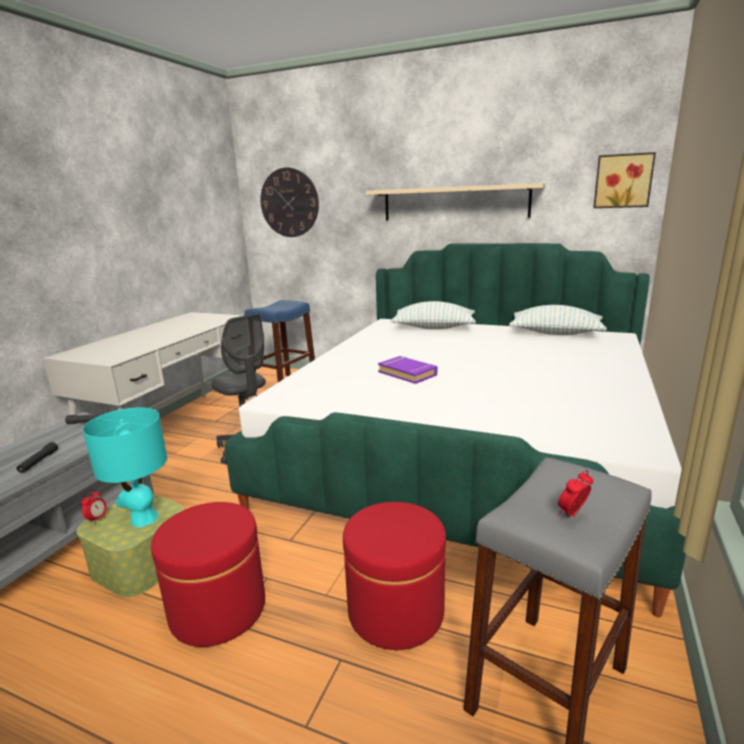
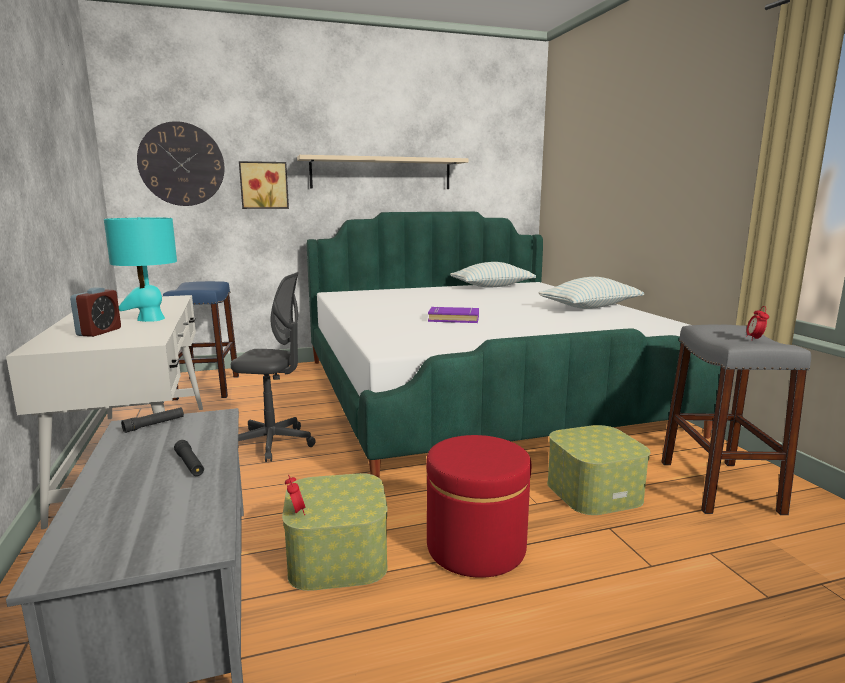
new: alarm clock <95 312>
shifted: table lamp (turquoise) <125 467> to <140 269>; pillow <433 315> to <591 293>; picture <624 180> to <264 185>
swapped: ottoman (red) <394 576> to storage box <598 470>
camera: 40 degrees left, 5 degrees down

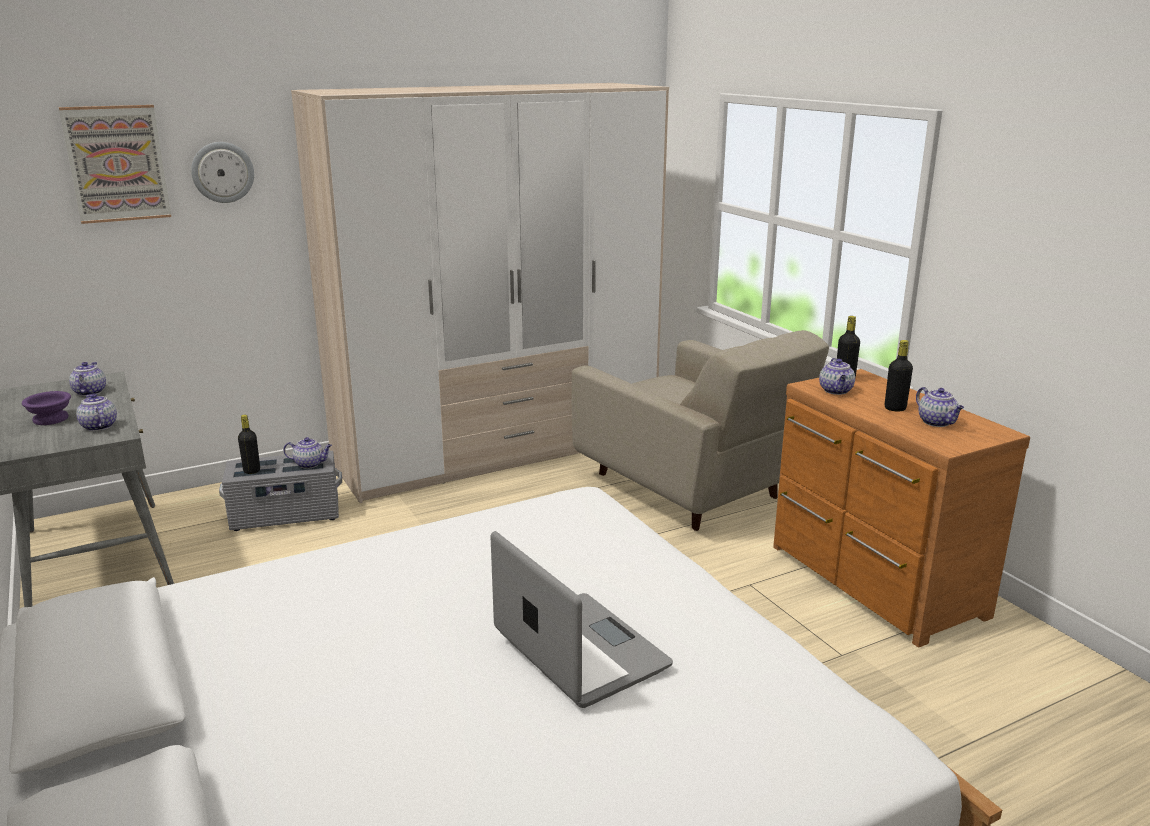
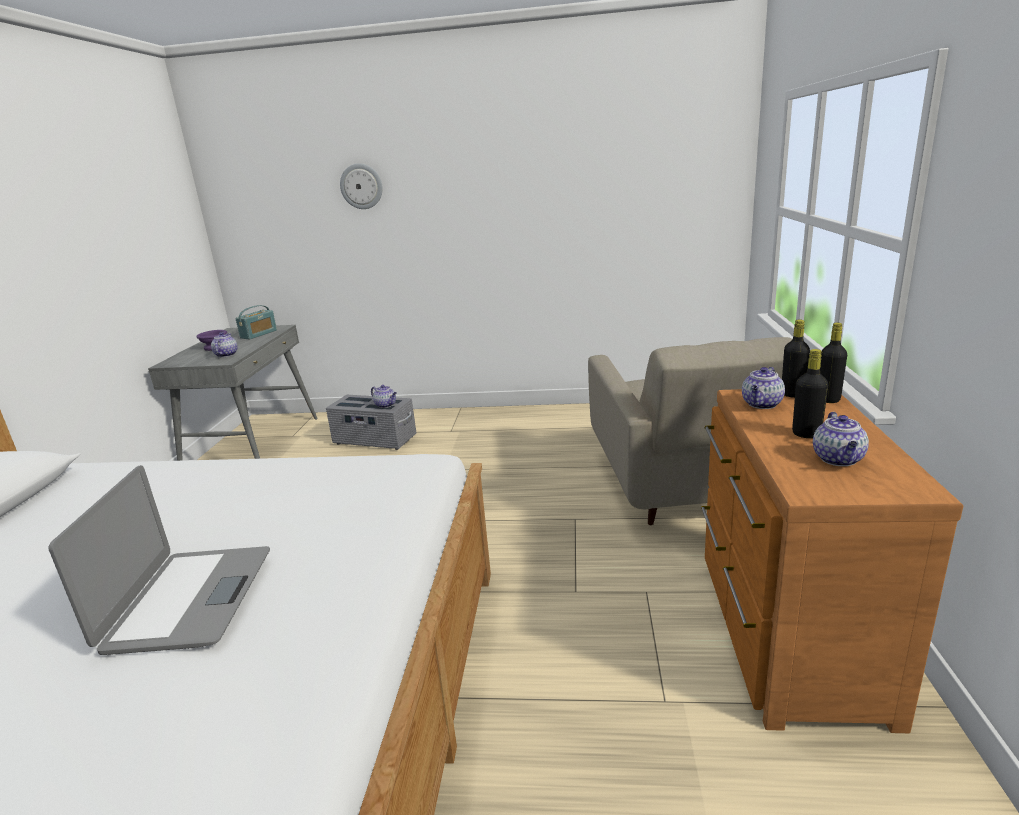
gone: picture <115 164>; wardrobe <480 293>
shifted: bottle (black) <249 444> to <833 363>
swapped: teapot <87 379> to radio <256 322>
camera: 35 degrees right, 0 degrees up

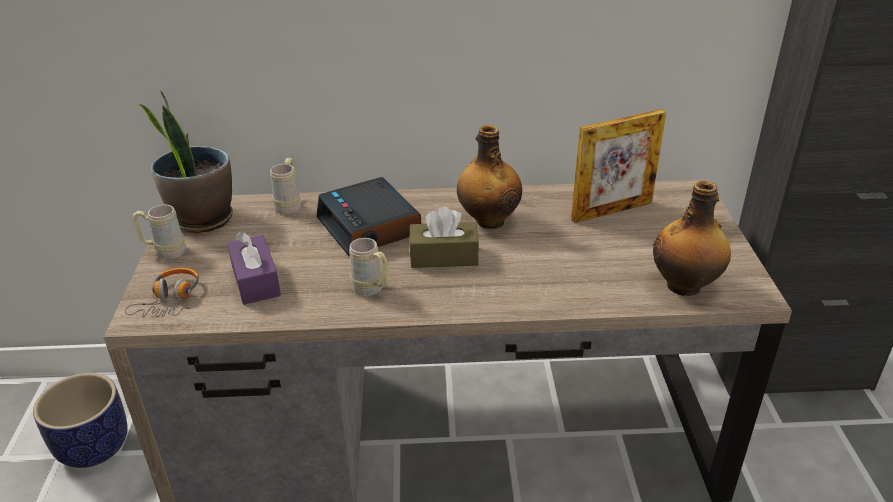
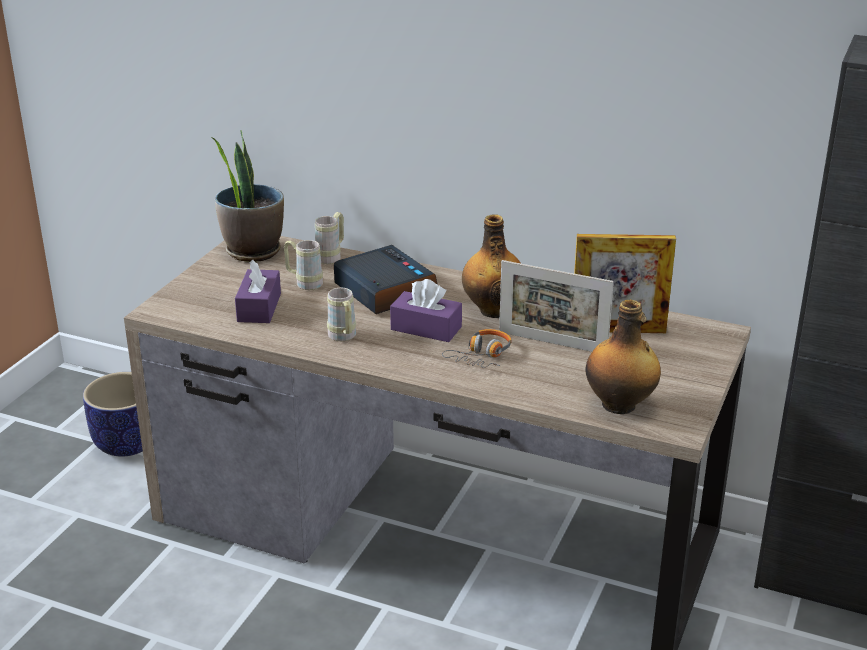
new: picture frame <556 306>
shifted: headphones <162 292> to <477 348>; mug (beige) <159 232> to <303 265>
repainted: tissue box (brown) <444 237> to tissue box (purple) <426 310>
rotated: alarm clock <368 216> = <386 279> 150 degrees clockwise
camera: 25 degrees right, 5 degrees down

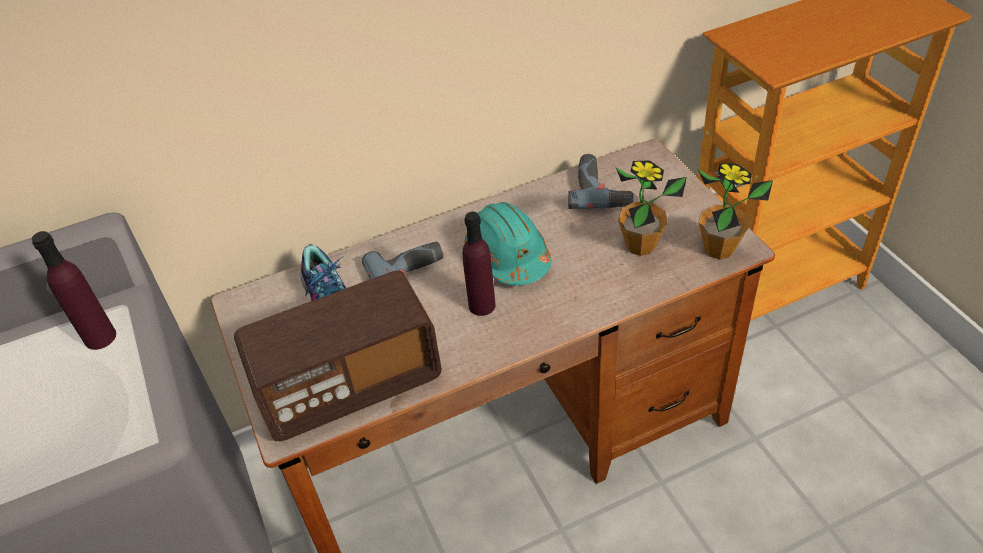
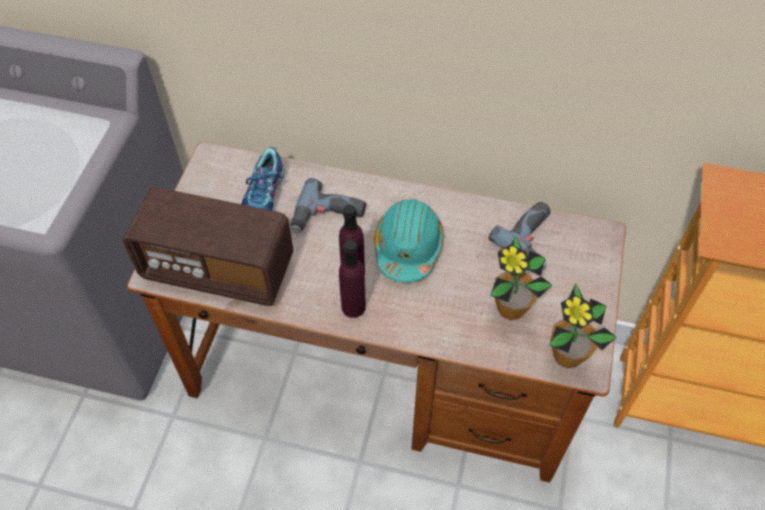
shifted: bottle (purple) <74 290> to <352 279>
camera: 35 degrees right, 10 degrees up

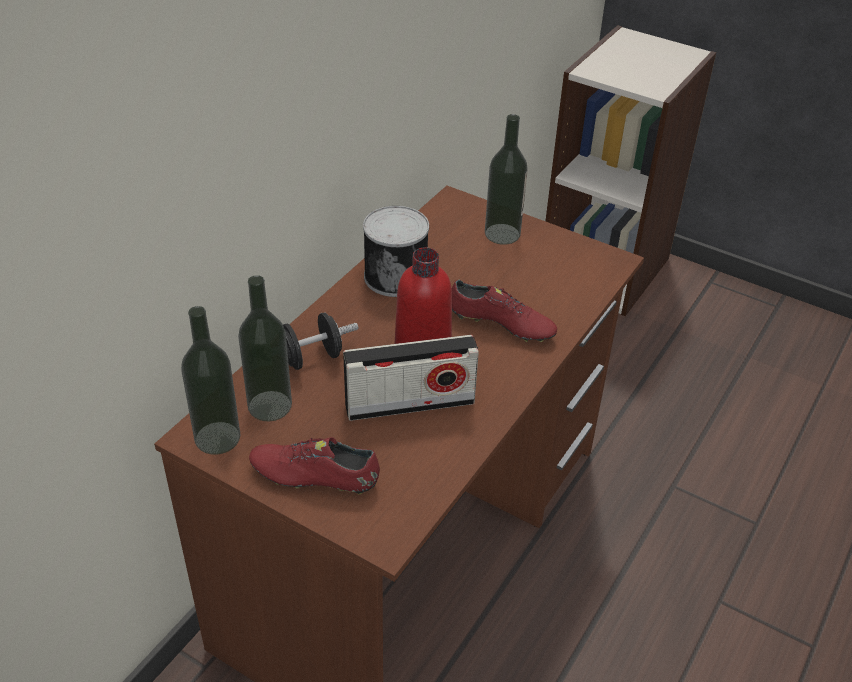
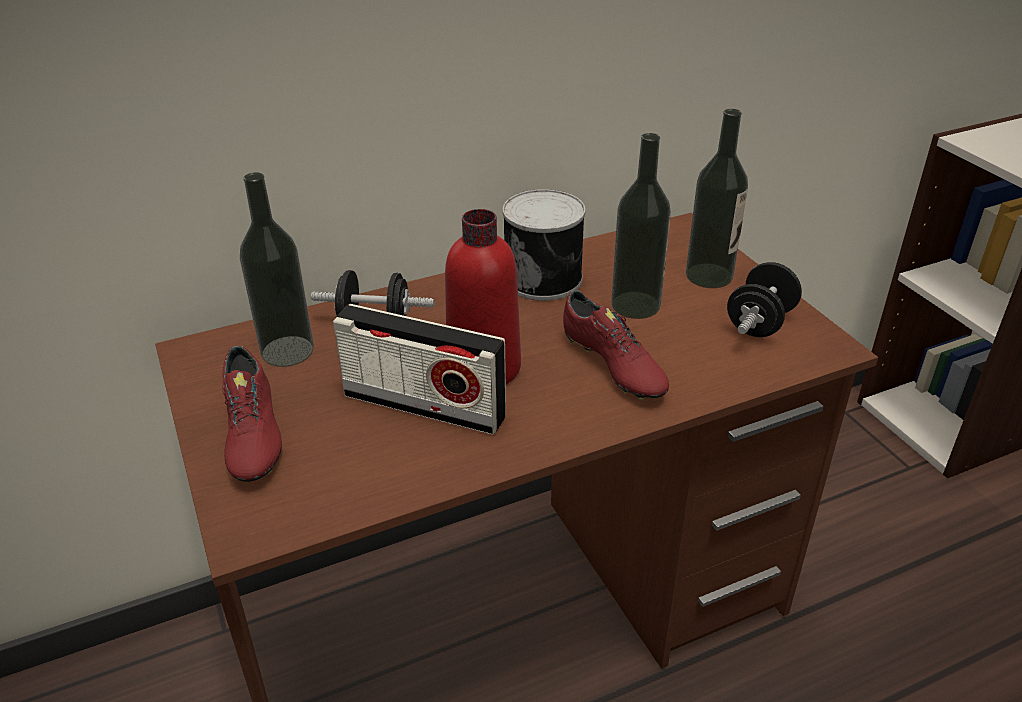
new: dumbbell (black) <764 299>
shifted: bottle <211 380> to <641 226>
rotated: shoe (red) <314 465> = <252 414> 150 degrees counterclockwise
camera: 35 degrees right, 5 degrees down

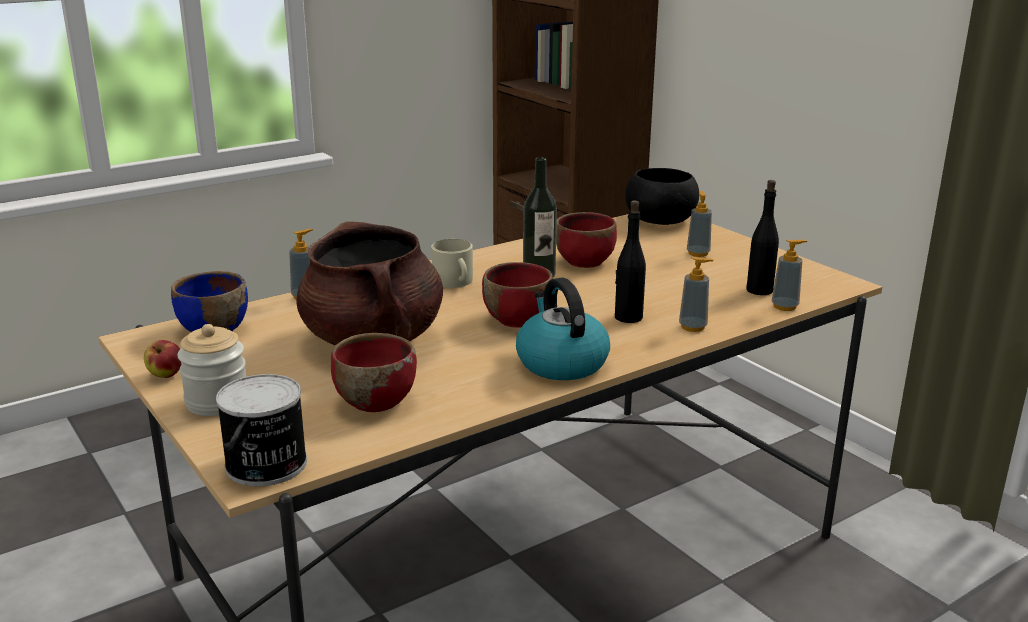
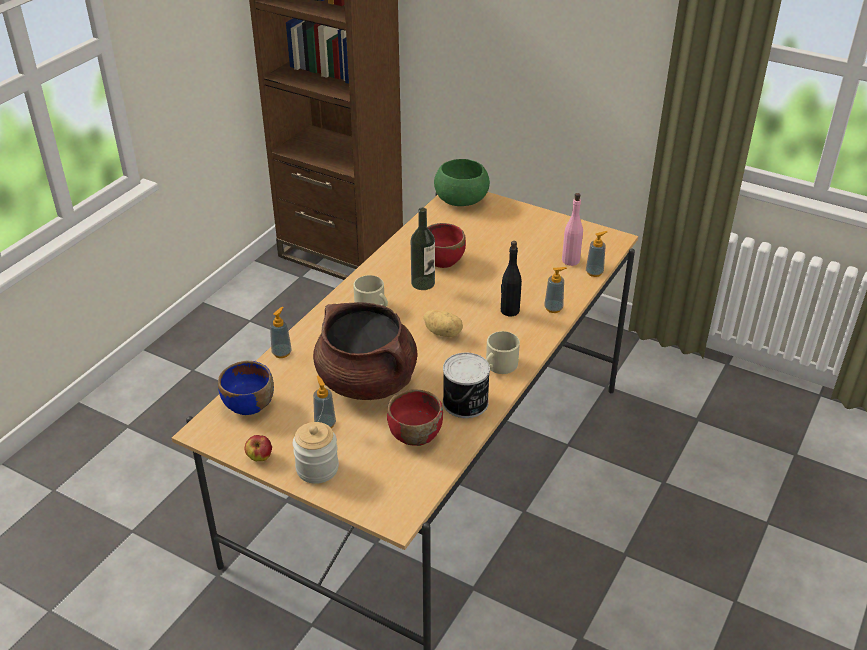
shifted: can <261 430> to <466 385>; soap dispenser <699 224> to <324 402>
swapped: bowl (red) <517 295> to potato <443 323>; kettle <563 328> to mug (beige) <503 352>
repainted: bowl (black) <662 196> to bowl (green) <462 182>; bottle (black) <762 237> to bottle (pink) <572 229>
camera: 25 degrees left, 15 degrees up

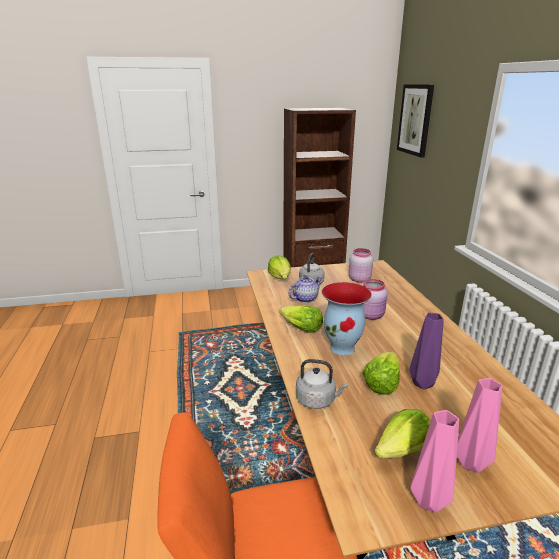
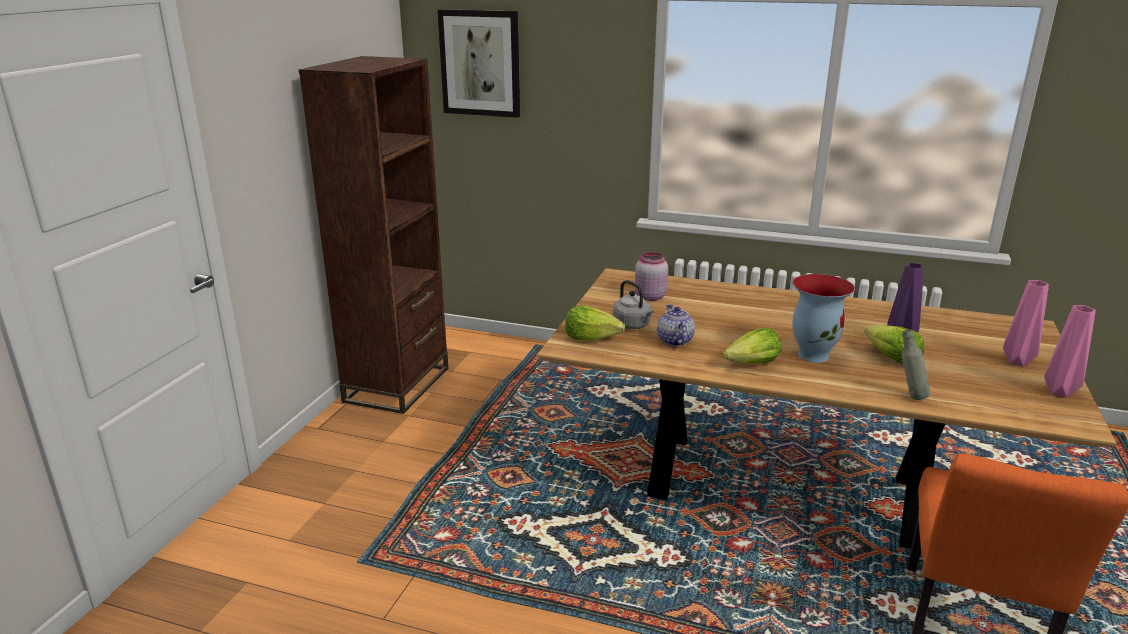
gone: jar (pink) <374 299>; lettuce <403 434>
swapped: kettle (grey) <322 384> to bottle (grey) <915 364>
camera: 60 degrees left, 0 degrees up

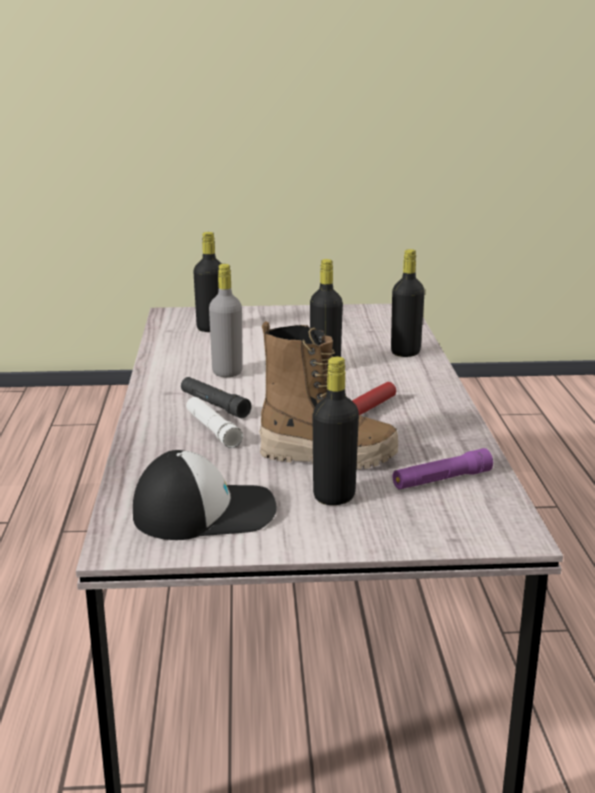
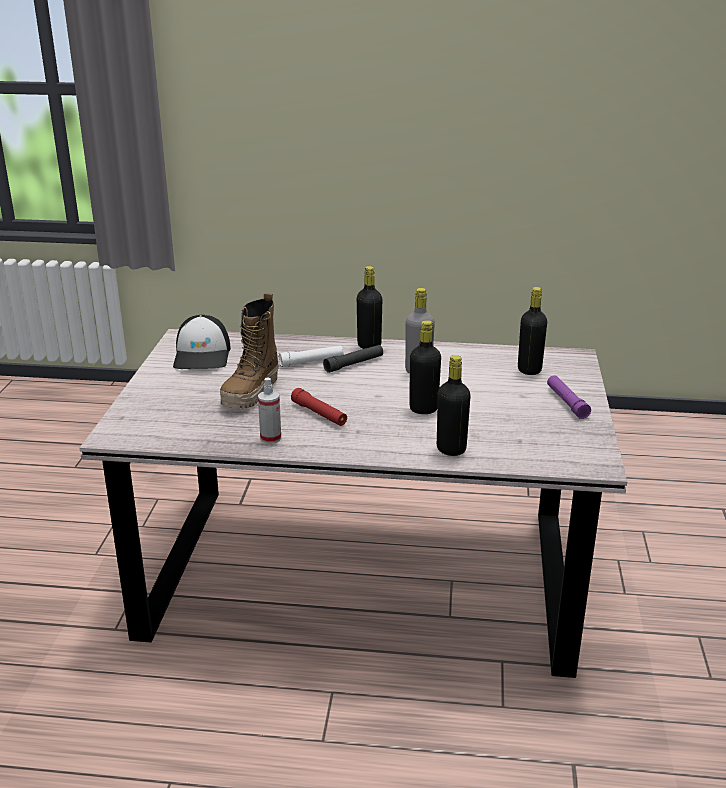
new: spray bottle <269 411>
shifted: bottle (black) <336 431> to <369 307>; flashlight (purple) <443 468> to <569 397>
camera: 100 degrees right, 5 degrees up

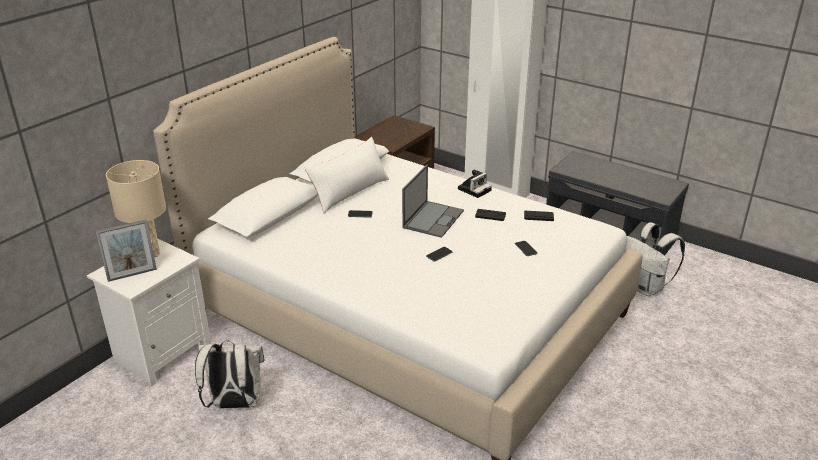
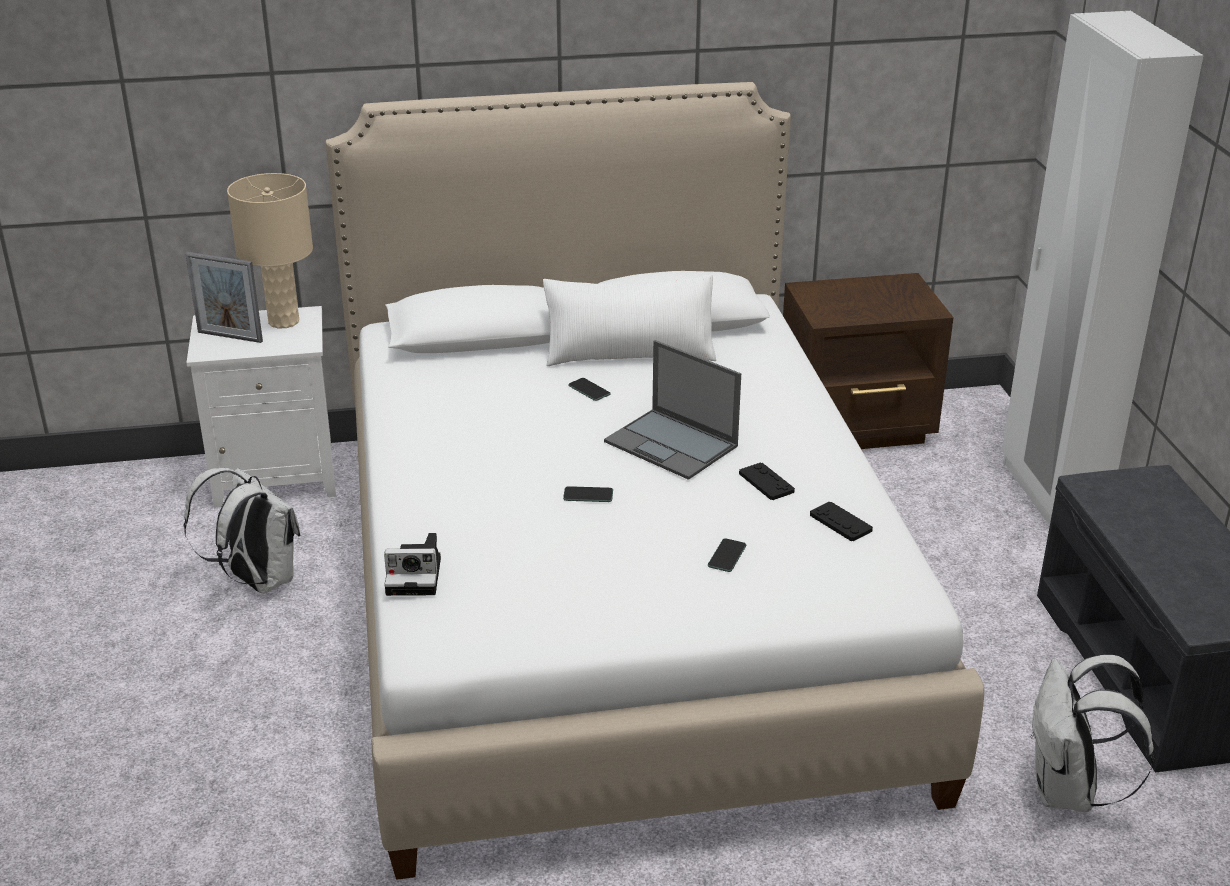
shifted: photo camera <475 183> to <412 564>
rotated: laptop <433 201> = <672 410> 60 degrees clockwise
camera: 45 degrees right, 0 degrees up

